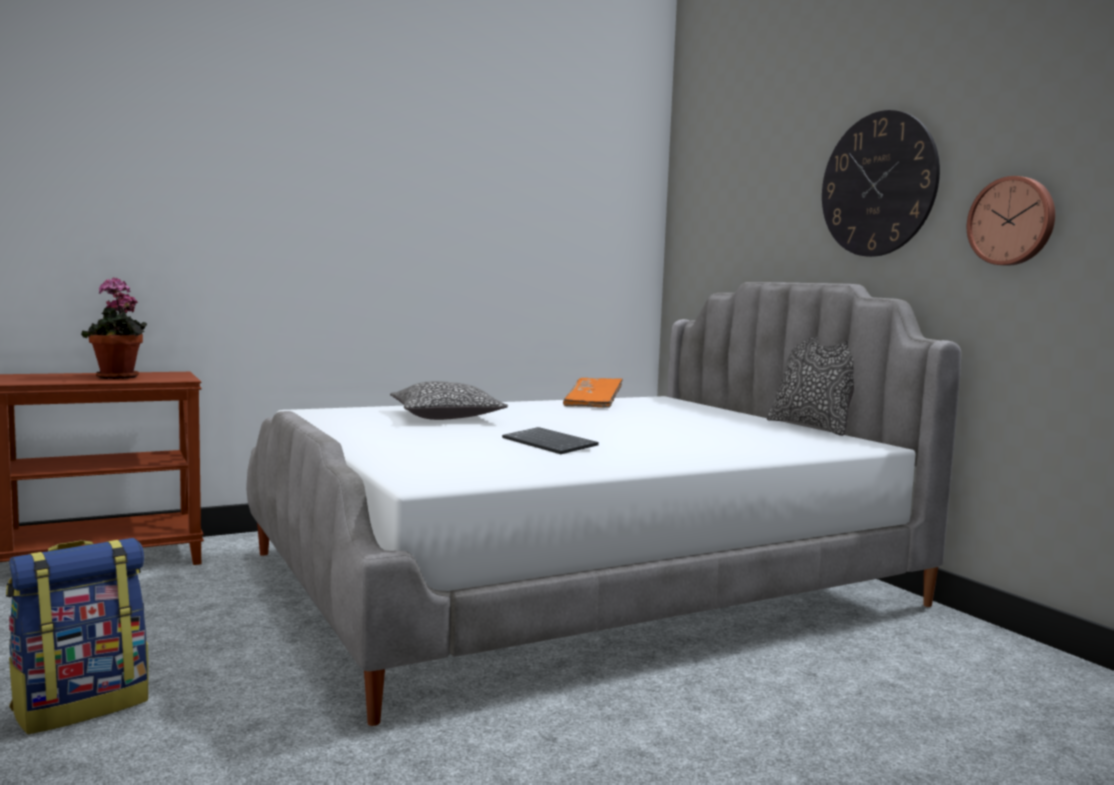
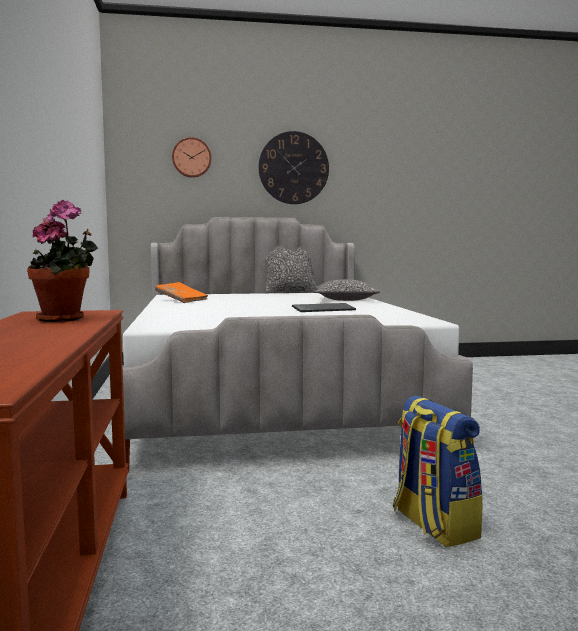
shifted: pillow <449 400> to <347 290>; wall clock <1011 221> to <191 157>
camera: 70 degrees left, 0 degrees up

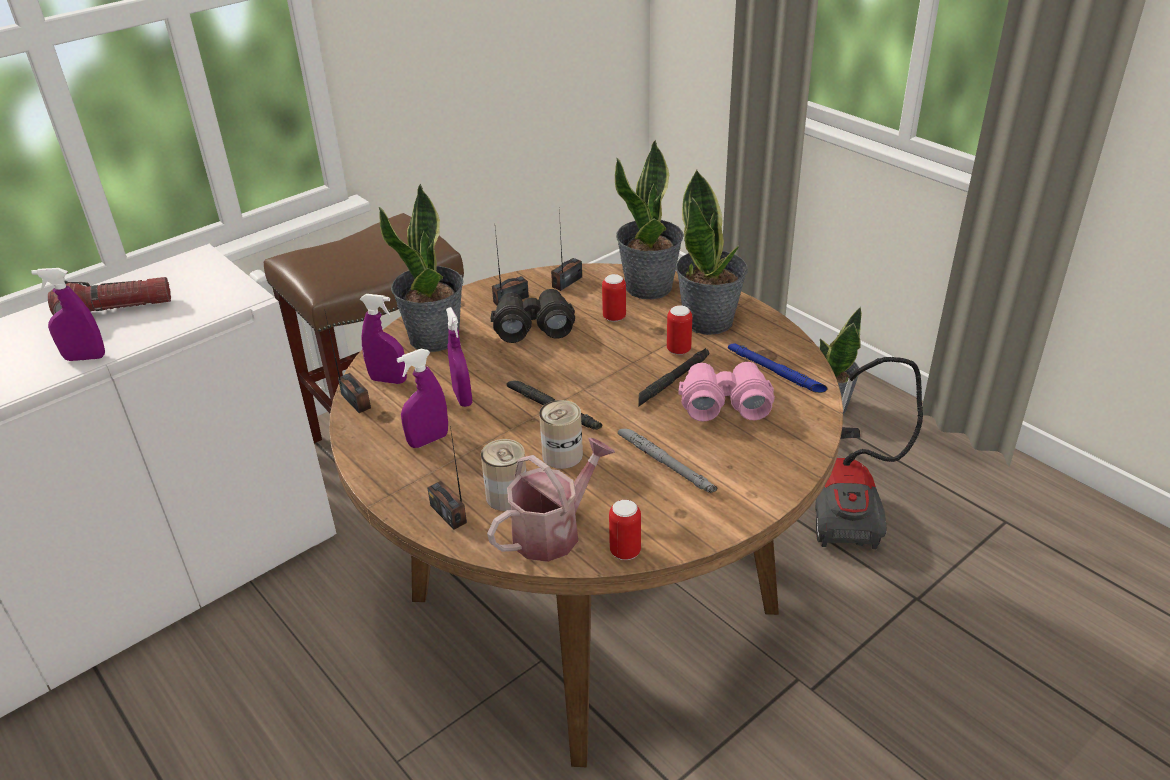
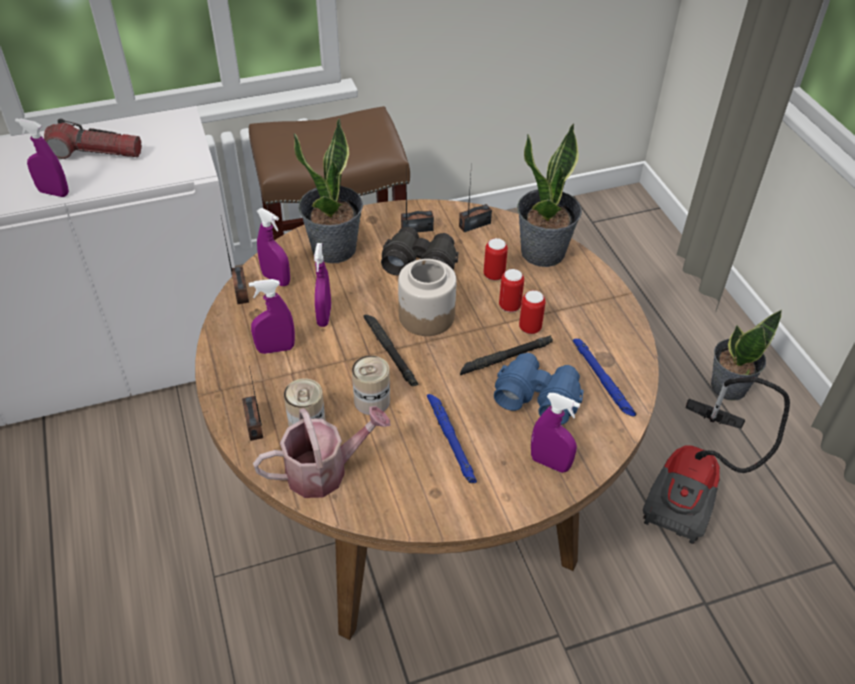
gone: potted plant <712 252>
new: jar <427 297>; spray bottle (purple) <555 433>
shifted: can <625 529> to <511 290>
repainted: flashlight (grey) <667 461> to flashlight (blue) <452 438>; binoculars (pink) <727 391> to binoculars (blue) <539 389>
camera: 20 degrees right, 10 degrees up

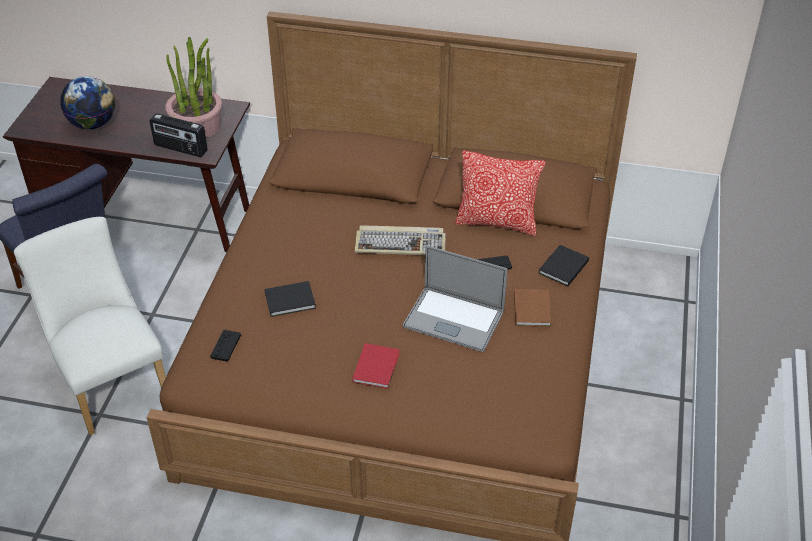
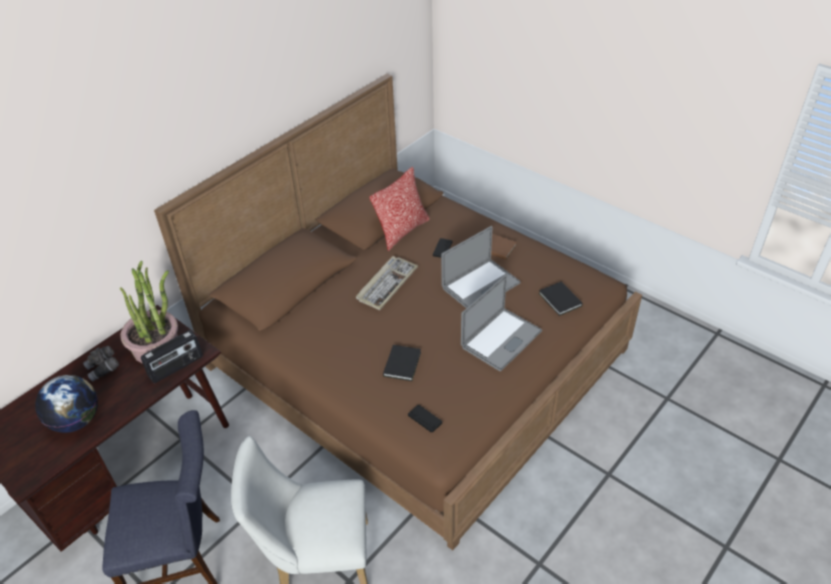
new: binoculars (grey) <101 363>
shifted: book (black) <563 266> to <561 299>
swapped: book (red) <376 366> to laptop <501 322>
camera: 60 degrees left, 0 degrees up

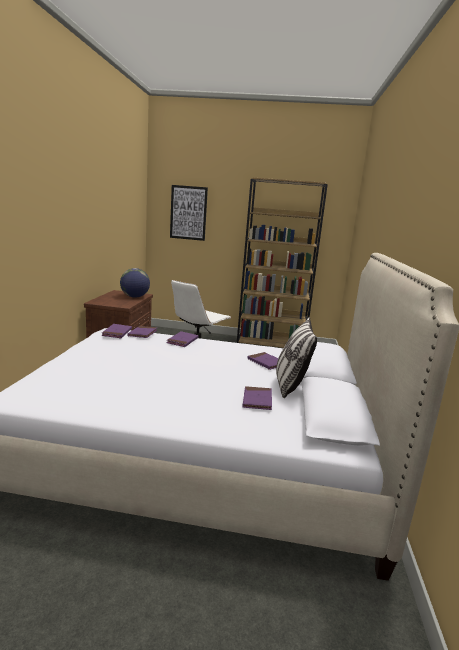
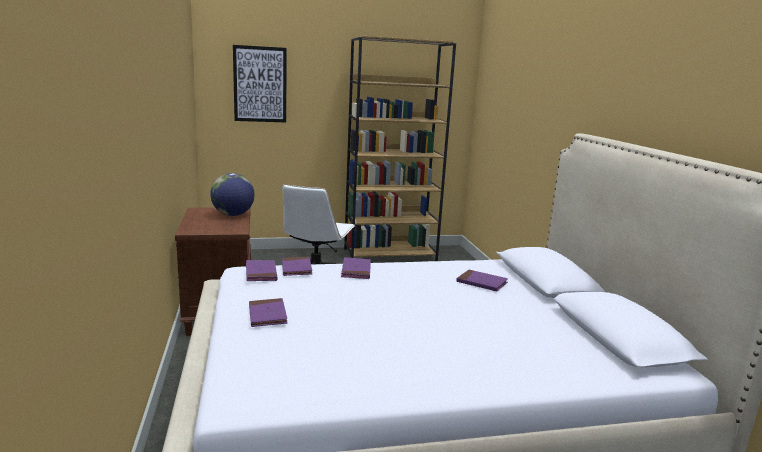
gone: pillow <296 357>
shifted: book (purple) <257 398> to <268 312>
camera: 20 degrees left, 0 degrees up

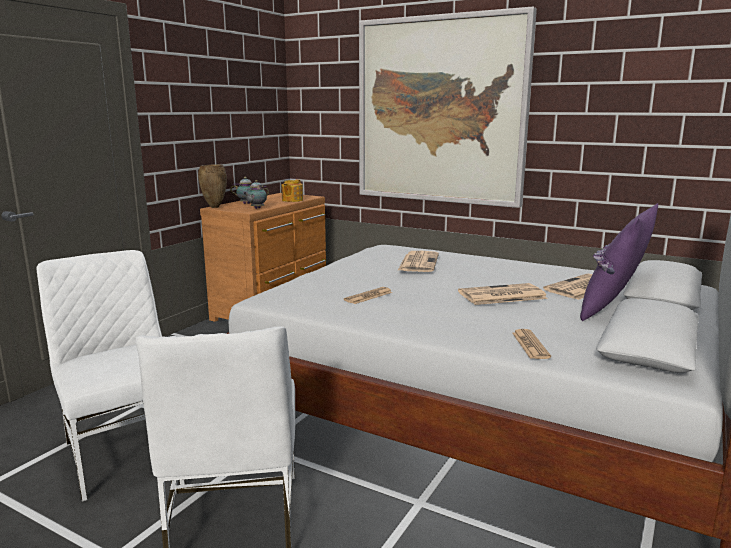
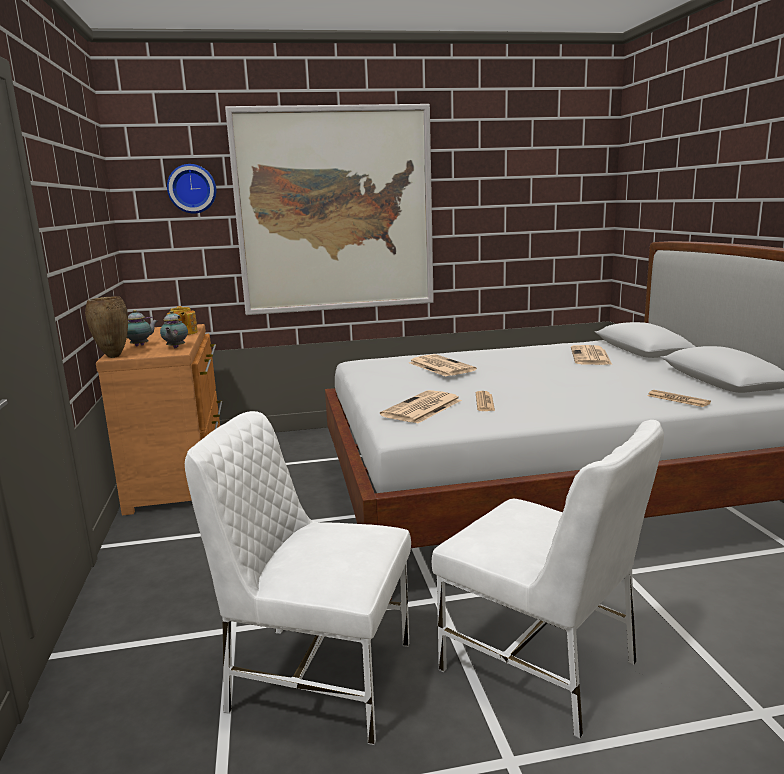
gone: pillow (purple) <619 262>
new: wall clock <191 188>
shifted: newspaper <503 294> to <421 406>
camera: 40 degrees left, 0 degrees up

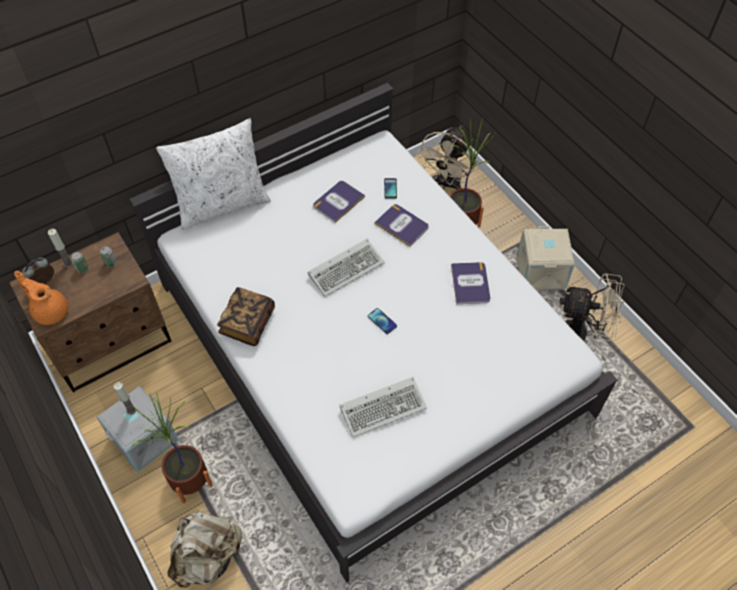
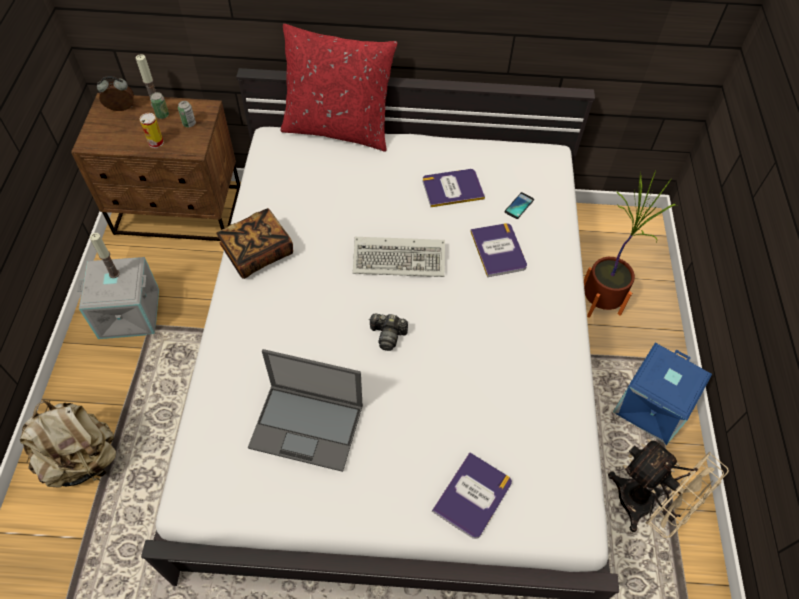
gone: teapot (orange) <41 298>; potted plant <172 448>; fan (beige) <445 158>
new: can <152 130>
shifted: book <470 283> to <472 495>
swapped: keyboard <383 407> to laptop <305 410>; phone <382 321> to photo camera <388 332>
repainted: pillow (white) <213 174> to pillow (red) <339 87>; storage box (beige) <546 258> to storage box (blue) <662 394>
camera: 35 degrees right, 0 degrees up

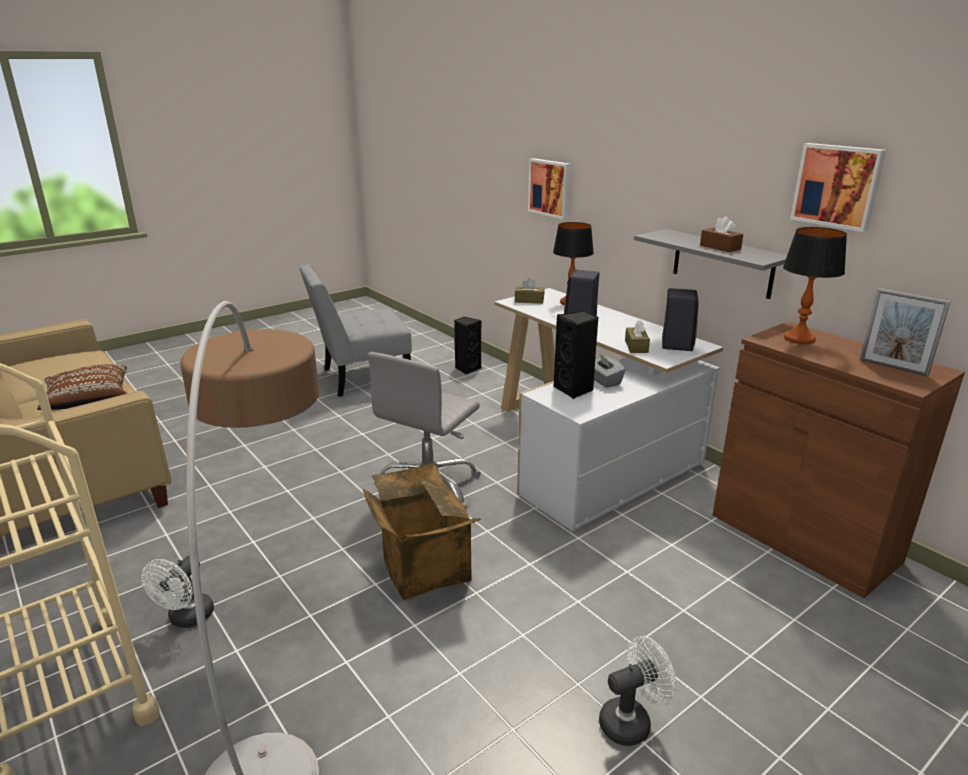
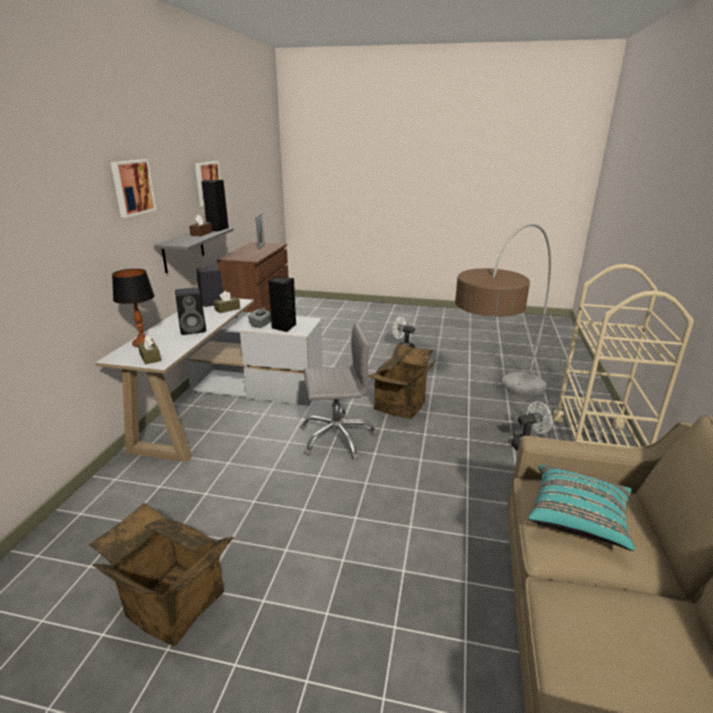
gone: table lamp <815 285>
shifted: speaker (black) <468 346> to <215 205>; picture <549 188> to <133 188>
swapped: chair (grey) <355 330> to cardboard box <161 574>
repainted: pillow (brown) <82 387> to pillow (turquoise) <581 508>
camera: 130 degrees left, 0 degrees up

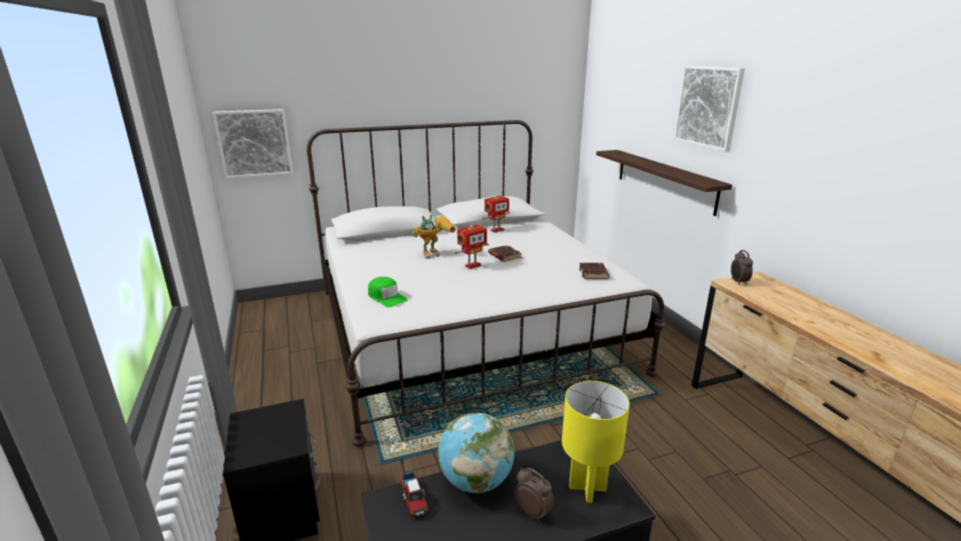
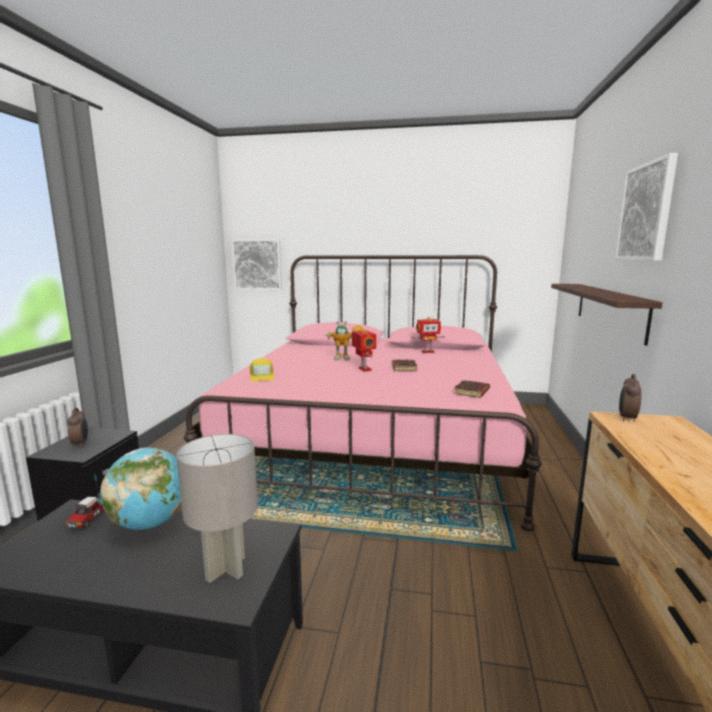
shifted: alarm clock <534 494> to <78 427>
repainted: bed (white) <486 283> to bed (pink) <363 393>; cap (green) <388 292> to cap (yellow) <262 370>; table lamp (yellow) <596 442> to table lamp (grey) <217 508>
rotated: toy robot <472 247> = <364 349> 105 degrees counterclockwise
camera: 30 degrees right, 10 degrees down

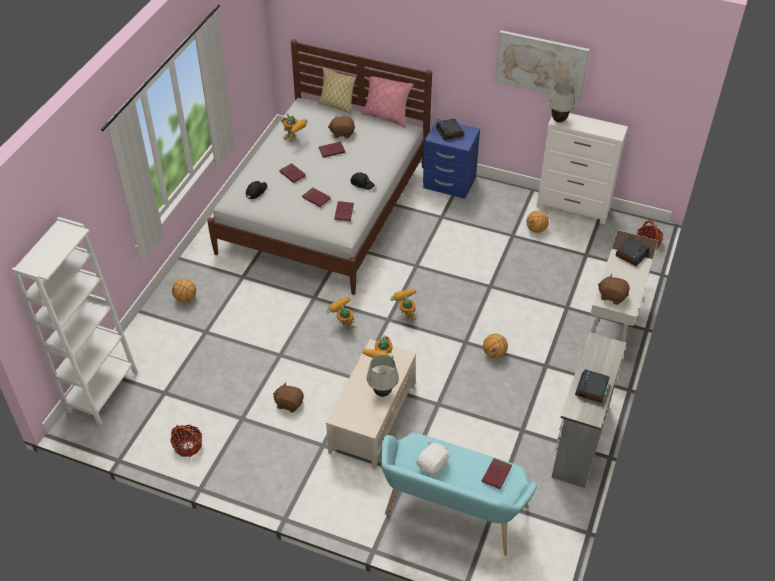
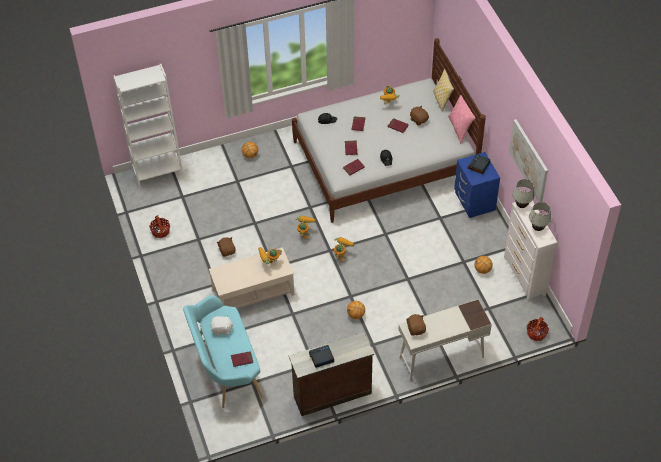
gone: alarm clock <632 252>
shifted: table lamp (white) <383 376> to <540 216>
repainted: dresser (grey) <588 410> to dresser (brown) <331 374>
camera: 50 degrees right, 5 degrees up

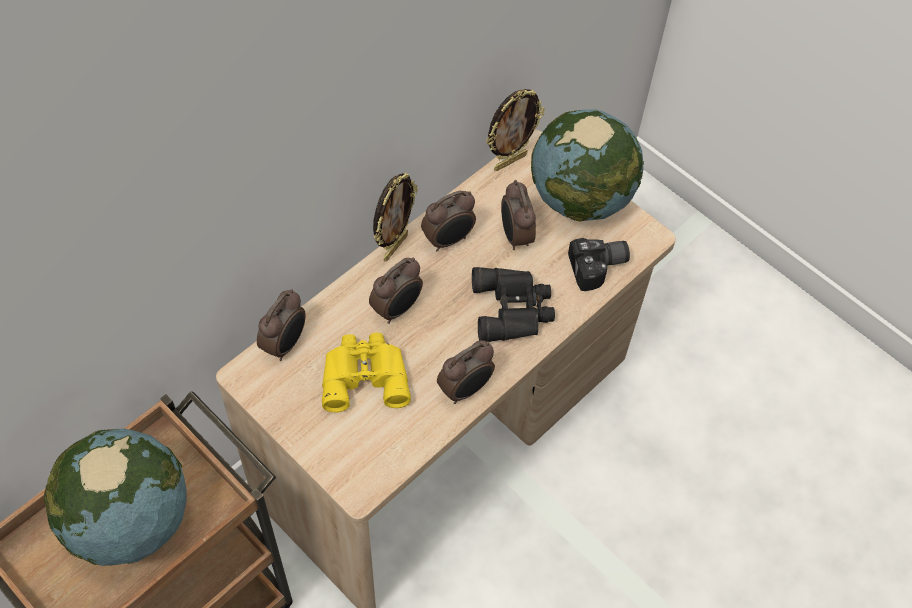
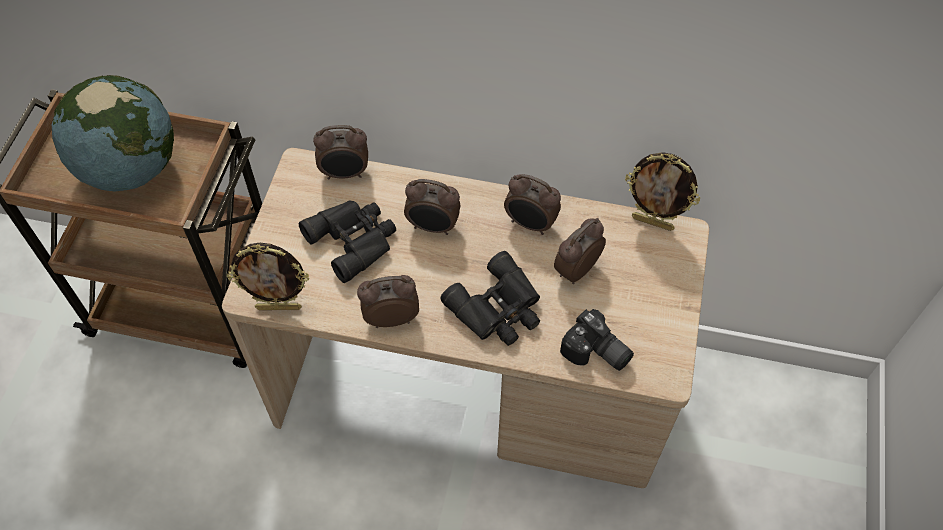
gone: globe <587 165>
shifted: picture frame <395 217> to <267 276>
repainted: binoculars (yellow) <366 372> to binoculars (black) <347 242>
rotated: alarm clock <466 372> = <388 301> 150 degrees clockwise
camera: 60 degrees right, 0 degrees up

